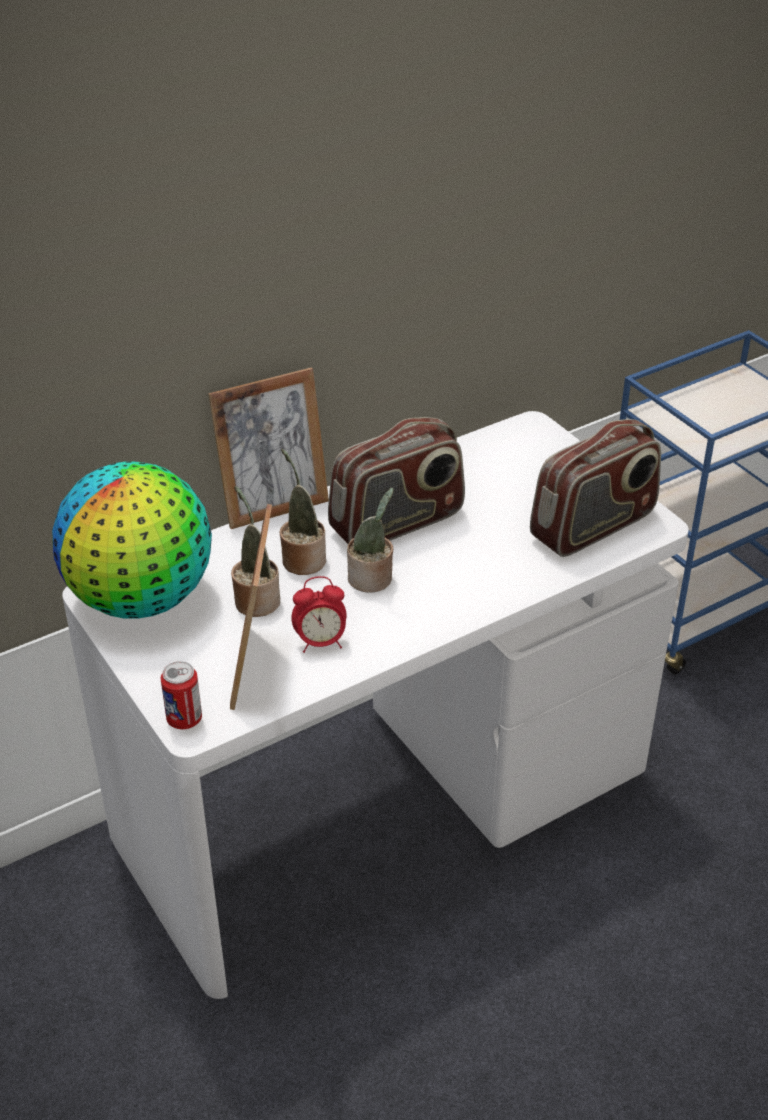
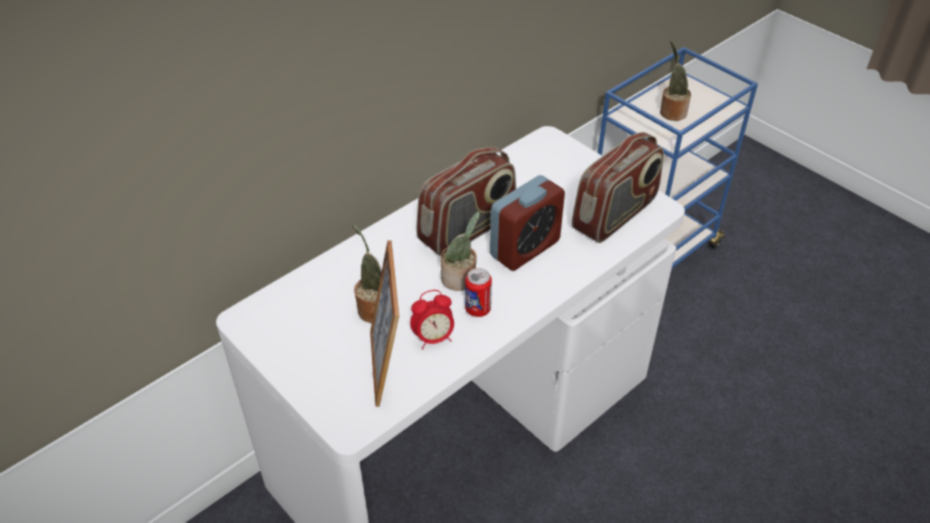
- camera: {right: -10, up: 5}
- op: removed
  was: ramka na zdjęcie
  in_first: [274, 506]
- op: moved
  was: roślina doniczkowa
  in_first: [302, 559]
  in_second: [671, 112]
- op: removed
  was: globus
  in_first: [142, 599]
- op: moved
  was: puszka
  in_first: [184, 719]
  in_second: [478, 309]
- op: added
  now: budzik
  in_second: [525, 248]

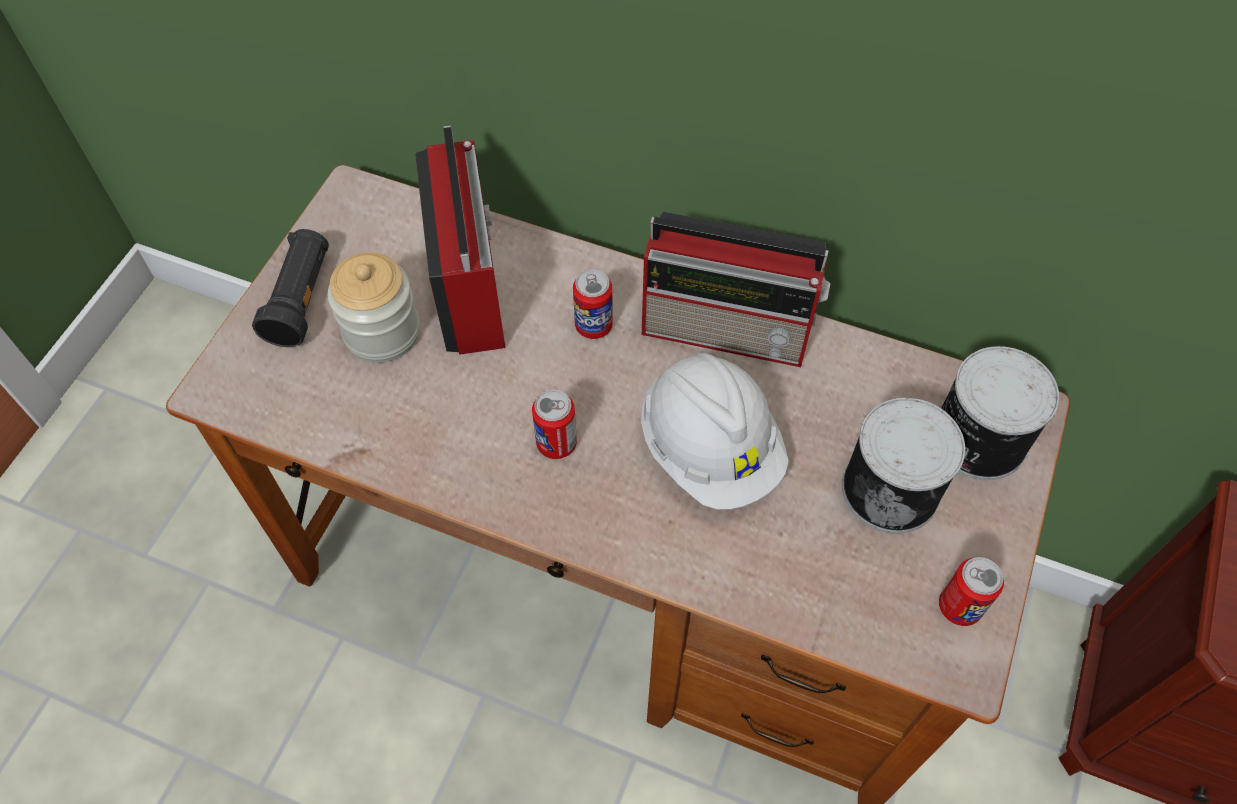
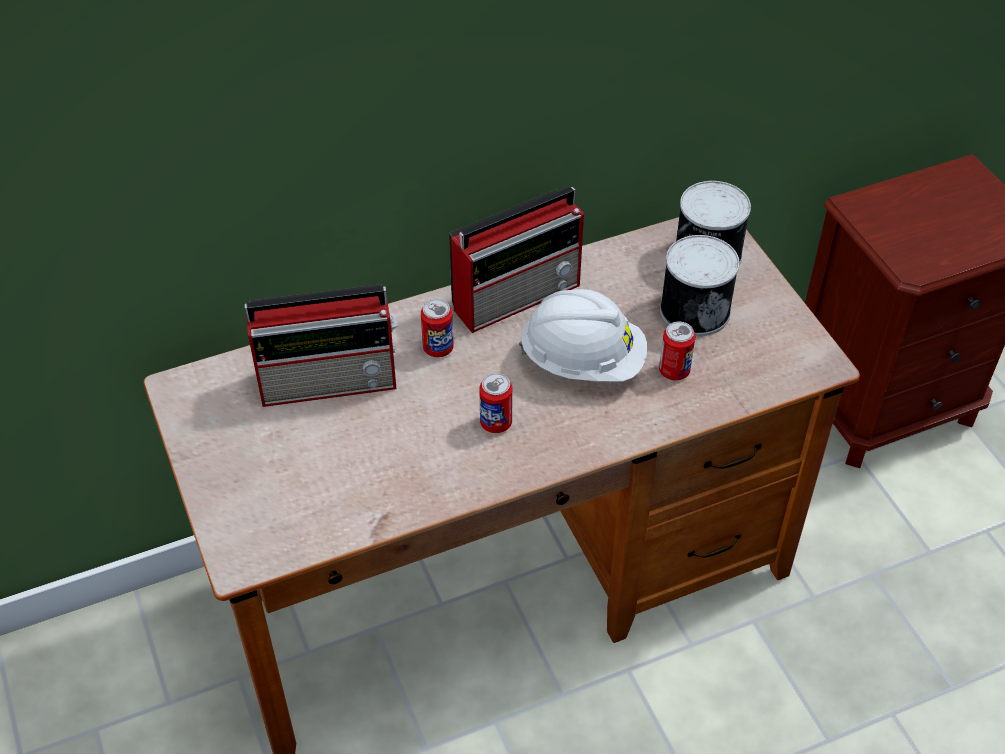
- camera: {right: -45, up: -10}
- op: turned
  was: radio
  in_first: [470, 284]
  in_second: [331, 381]
  clockwise: 135
- op: removed
  was: latarka/czarny
  in_first: [301, 299]
- op: removed
  was: słoik
  in_first: [382, 332]
- op: moved
  was: puszka
  in_first: [959, 607]
  in_second: [674, 371]

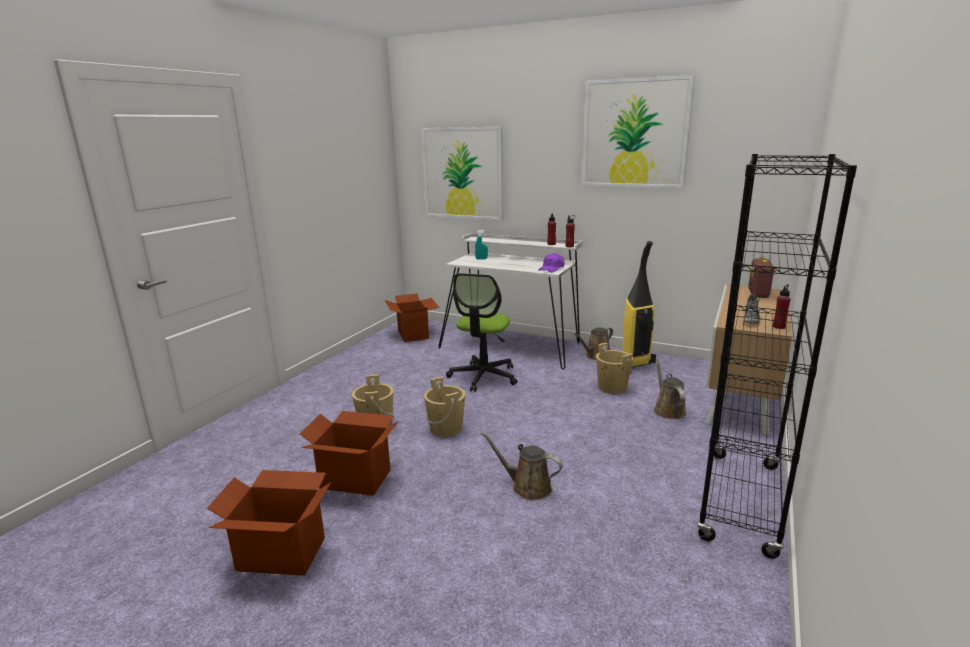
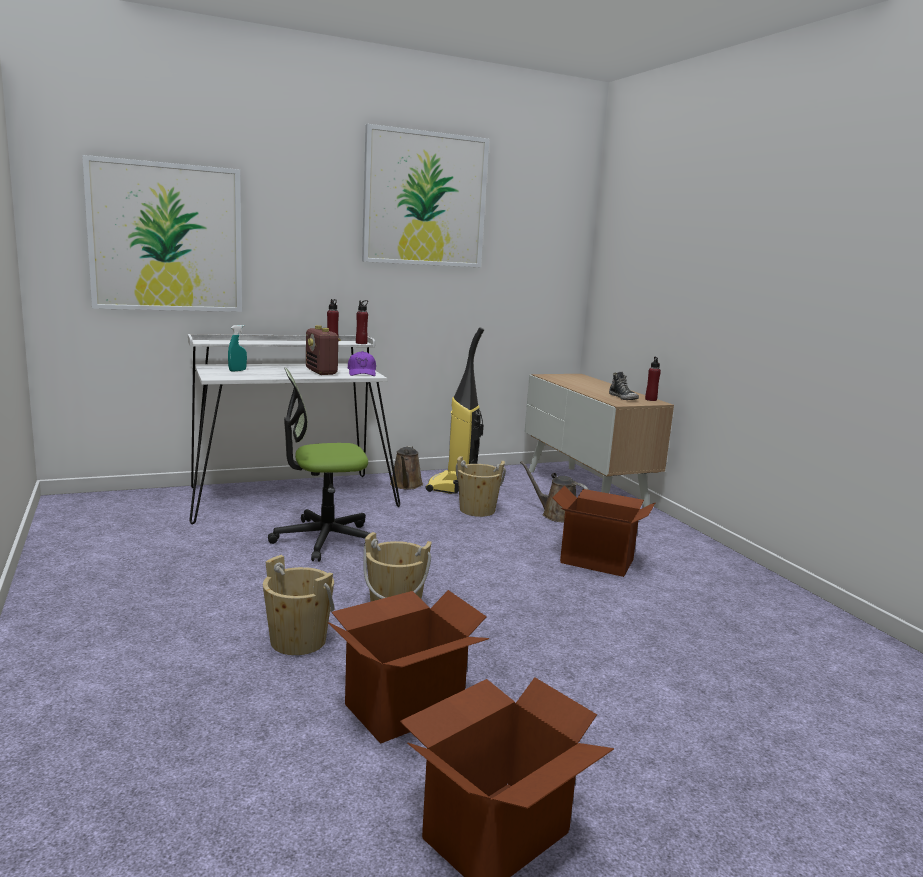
- camera: {right: -50, up: -5}
- op: removed
  was: regał/czarny
  in_first: [741, 501]
- op: moved
  was: radio
  in_first: [758, 294]
  in_second: [321, 372]
- op: turned
  was: krzesło biurowe
  in_first: [483, 376]
  in_second: [324, 539]
  clockwise: 105
- op: moved
  was: karton
  in_first: [413, 334]
  in_second: [597, 561]
- op: removed
  was: konewka/brązowy
  in_first: [527, 487]

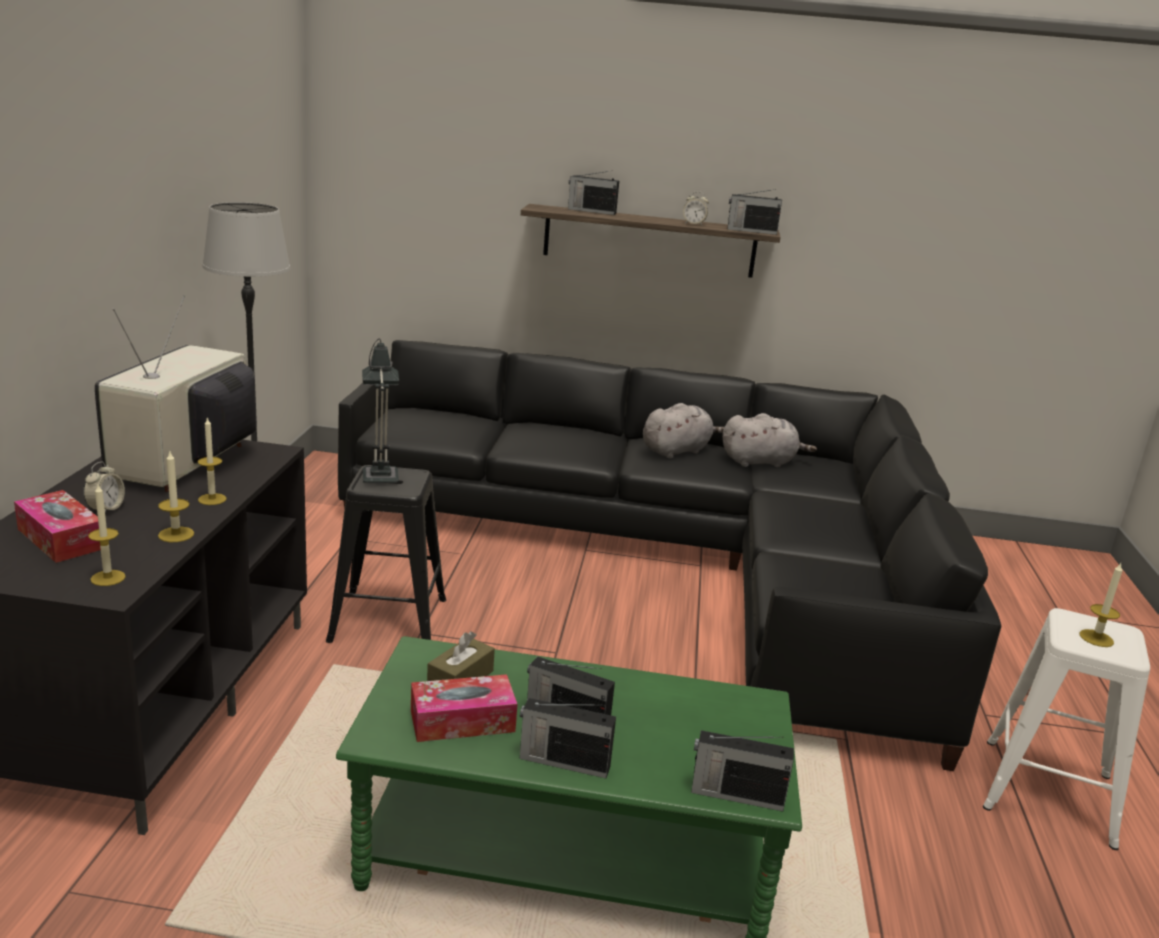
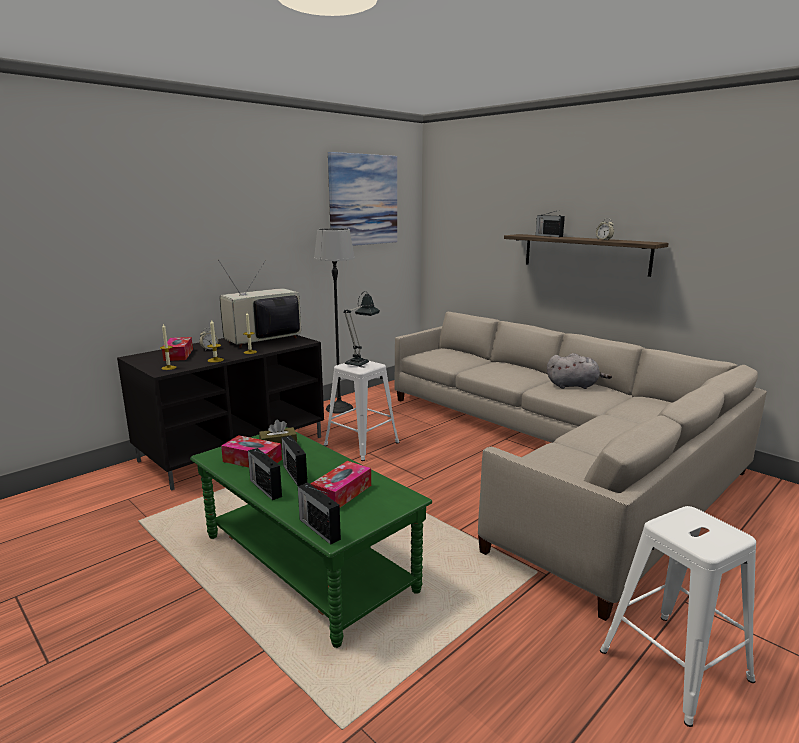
- camera: {right: 40, up: -5}
- op: removed
  was: radio
  in_first: [750, 231]
- op: recoloured
  was: kanapa/czarny
  now: kanapa/beżowy
  in_first: [678, 560]
  in_second: [558, 456]
- op: removed
  was: pluszak/szary
  in_first: [761, 462]
- op: recoloured
  was: stołek/czarny
  now: stołek/biały
  in_first: [387, 620]
  in_second: [360, 444]
- op: removed
  was: świeca
  in_first: [1096, 638]
- op: added
  now: obraz
  in_second: [363, 200]
- op: added
  now: pudełko chusteczek
  in_second: [342, 493]

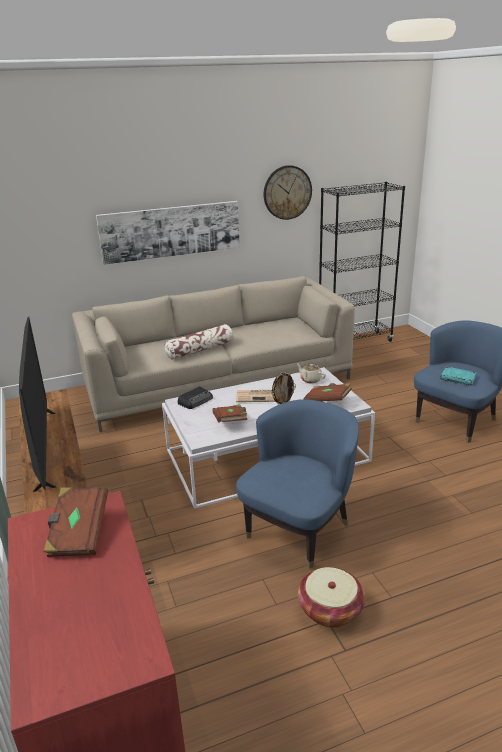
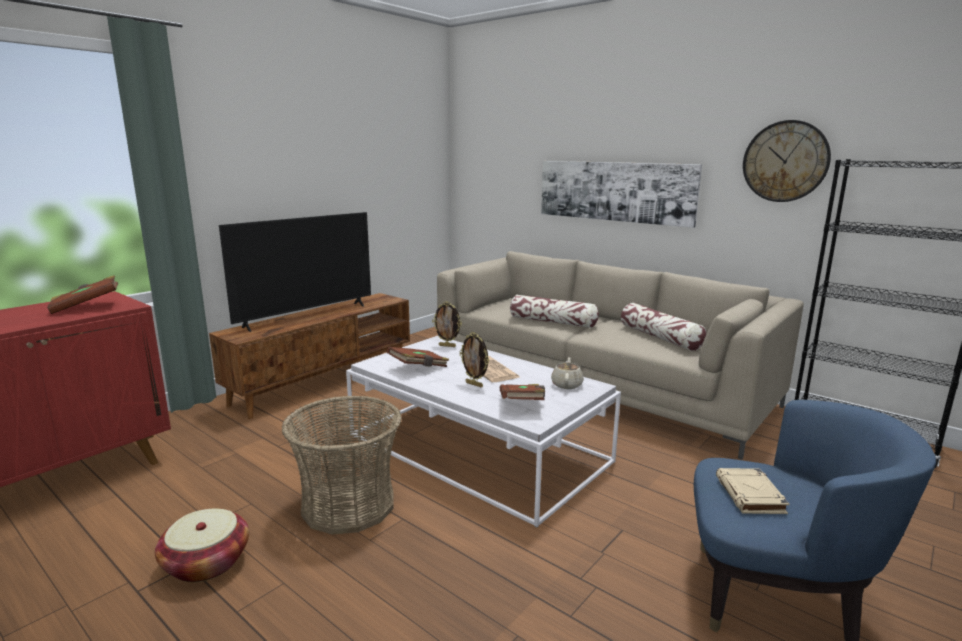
- camera: {right: 60, up: -10}
- op: recoloured
  was: książka/turkusowy
  now: książka/beżowy
  in_first: [458, 378]
  in_second: [750, 495]
- op: replaced
  was: radio
  now: ramka na zdjęcie
  in_first: [196, 400]
  in_second: [447, 346]
- op: replaced
  was: fotel/niebieski
  now: koszyk
  in_first: [299, 528]
  in_second: [348, 505]
- op: added
  now: poduszka
  in_second: [660, 337]

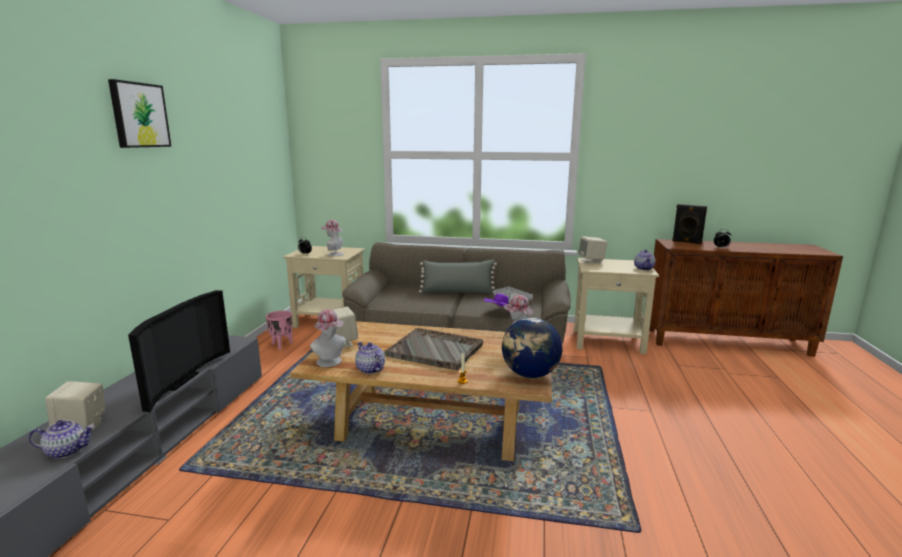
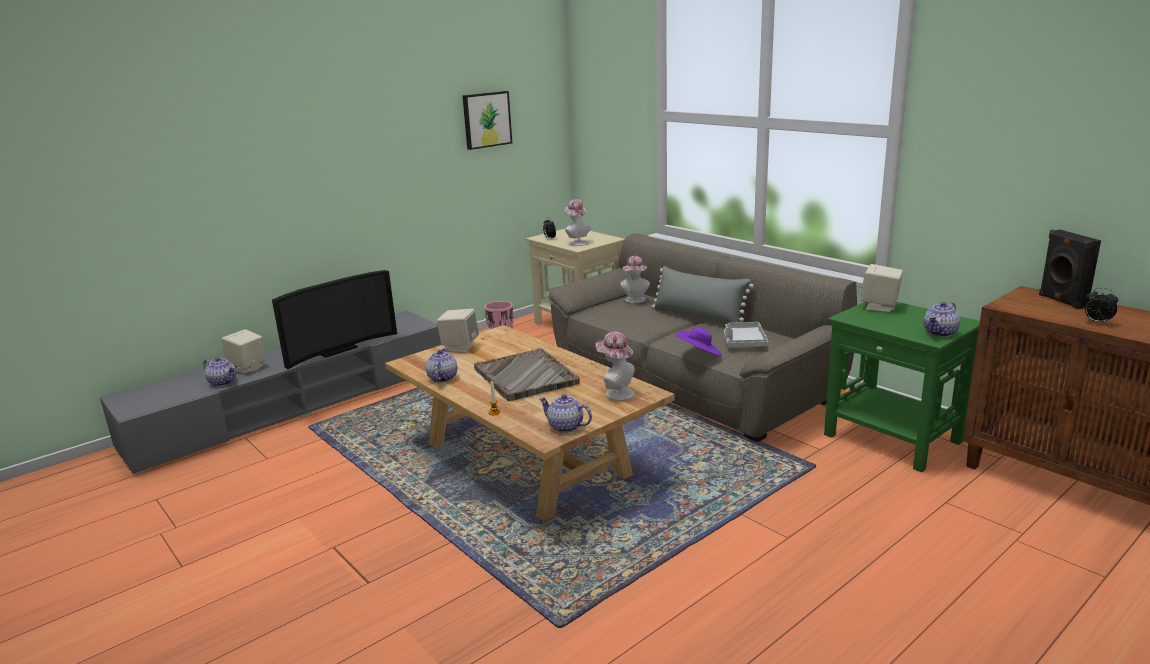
- camera: {right: 40, up: 5}
- op: moved
  was: obraz
  in_first: [139, 115]
  in_second: [486, 119]
- op: recoloured
  was: stolik/beżowy
  now: stolik/zielony
  in_first: [609, 341]
  in_second: [893, 439]
- op: moved
  was: kapelusz
  in_first: [330, 362]
  in_second: [635, 300]
- op: replaced
  was: globus
  now: imbryk
  in_first: [530, 374]
  in_second: [565, 427]

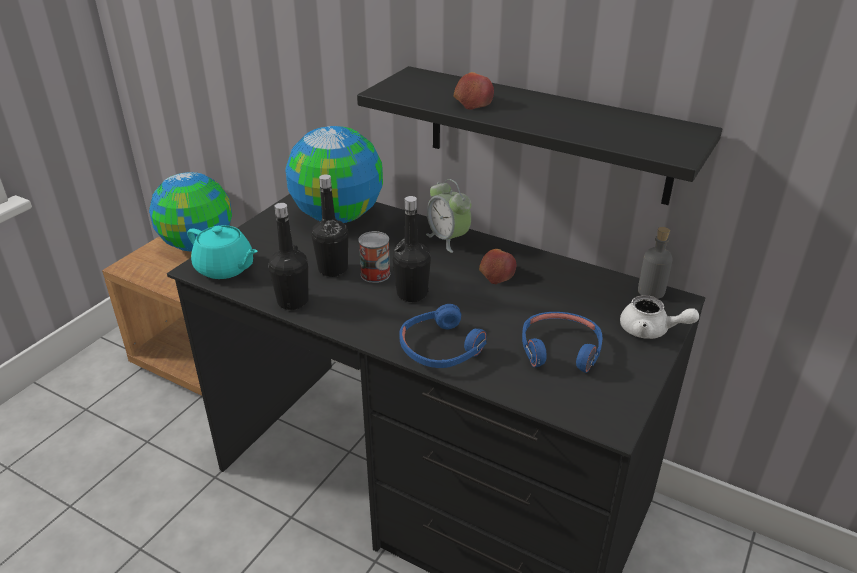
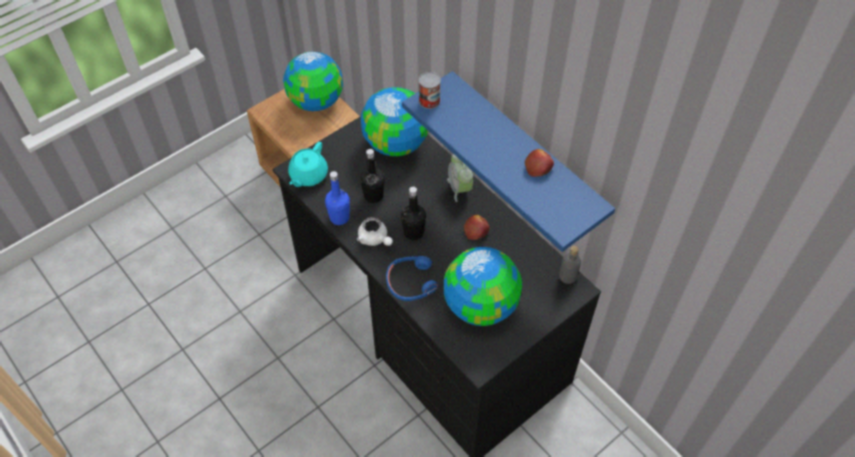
- camera: {right: 20, up: 20}
- op: recoloured
  was: półka/czarny
  now: półka/niebieski
  in_first: [547, 134]
  in_second: [526, 155]
- op: moved
  was: jabłko
  in_first: [473, 102]
  in_second: [538, 166]
- op: recoloured
  was: butelka/czarny
  now: butelka/niebieski
  in_first: [293, 301]
  in_second: [339, 217]
- op: turned
  was: imbryk/turkusowy
  in_first: [225, 268]
  in_second: [308, 175]
  clockwise: 60
- op: moved
  was: puszka
  in_first: [375, 274]
  in_second: [429, 101]
- op: moved
  was: imbryk/biały
  in_first: [650, 331]
  in_second: [375, 239]
- op: replaced
  was: słuchawki/niebieski
  now: globus
  in_first: [560, 349]
  in_second: [481, 305]

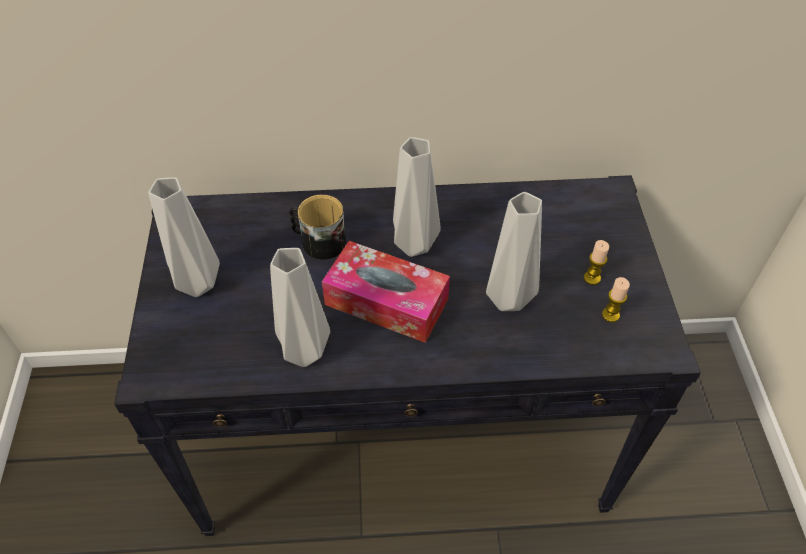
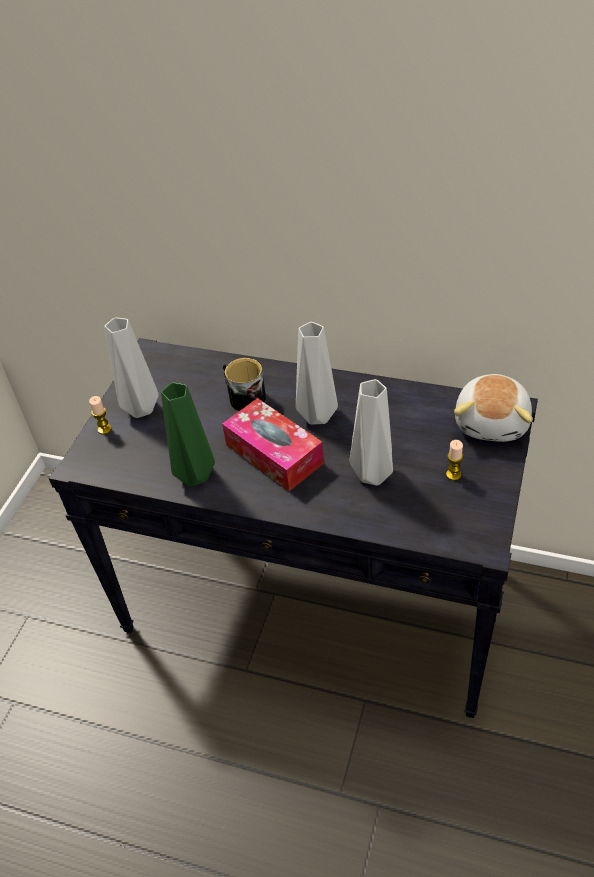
- camera: {right: 25, up: -5}
- op: recoloured
  was: wazon/szary
  now: wazon/zielony
  in_first: [306, 354]
  in_second: [195, 477]
- op: moved
  was: świeca
  in_first: [610, 315]
  in_second: [104, 429]
- op: added
  now: pluszak
  in_second: [493, 422]

